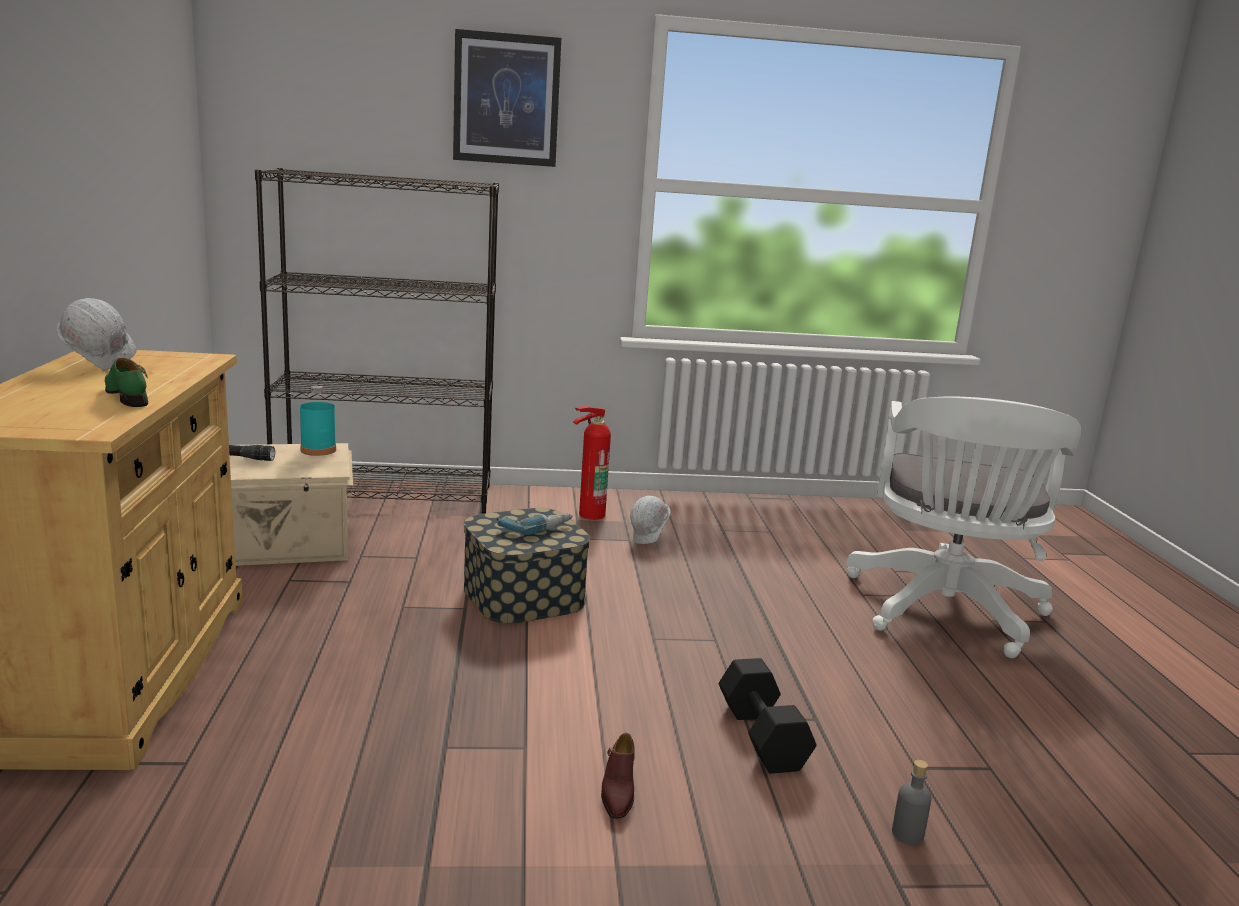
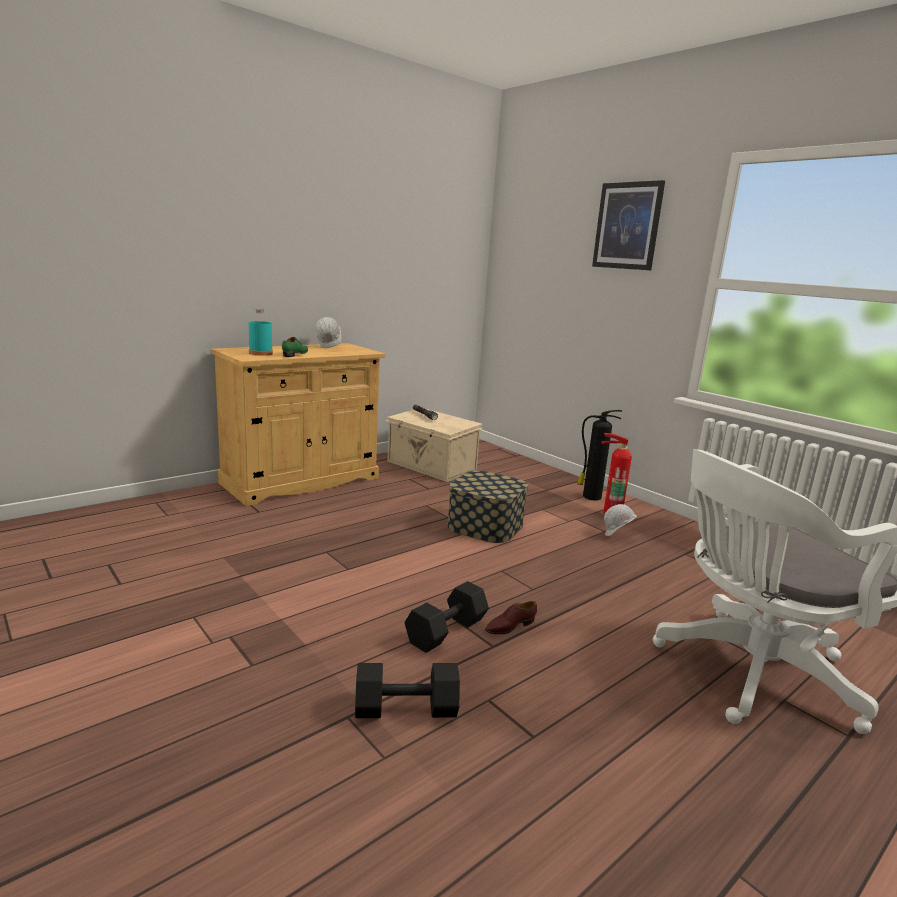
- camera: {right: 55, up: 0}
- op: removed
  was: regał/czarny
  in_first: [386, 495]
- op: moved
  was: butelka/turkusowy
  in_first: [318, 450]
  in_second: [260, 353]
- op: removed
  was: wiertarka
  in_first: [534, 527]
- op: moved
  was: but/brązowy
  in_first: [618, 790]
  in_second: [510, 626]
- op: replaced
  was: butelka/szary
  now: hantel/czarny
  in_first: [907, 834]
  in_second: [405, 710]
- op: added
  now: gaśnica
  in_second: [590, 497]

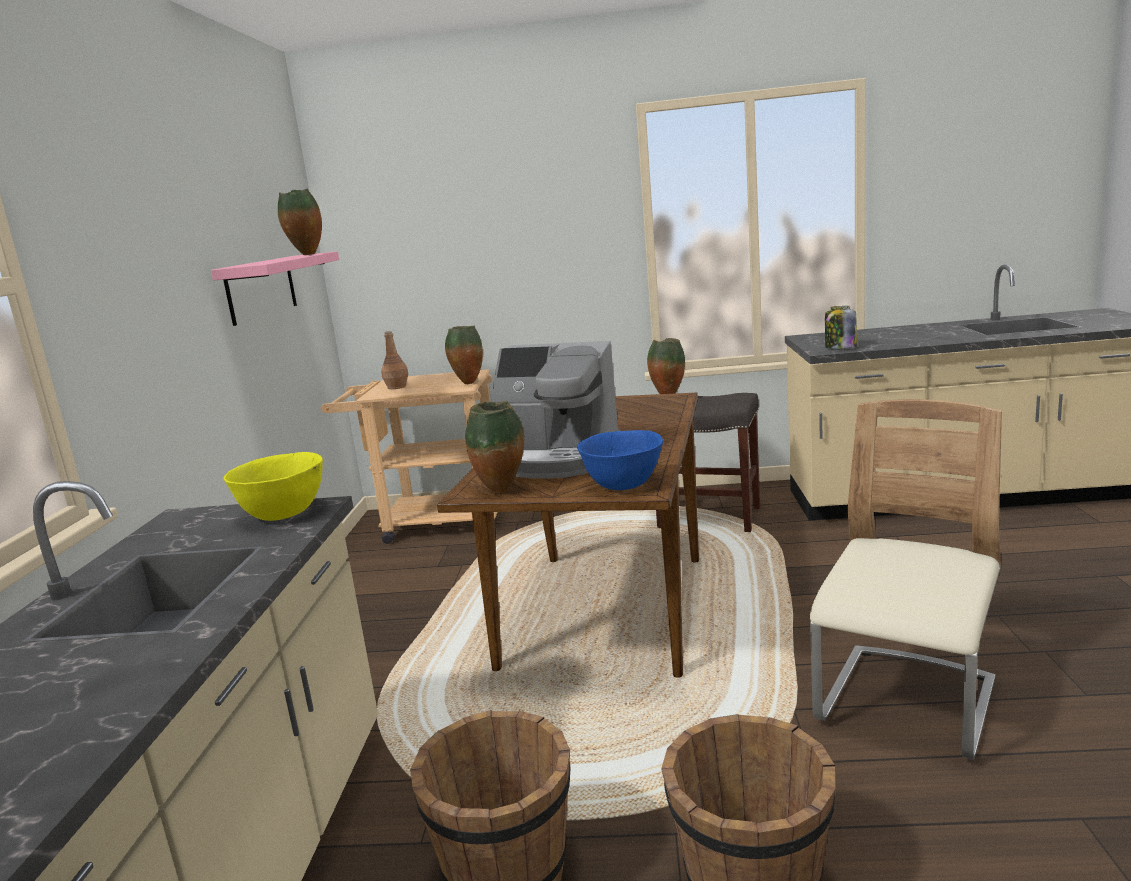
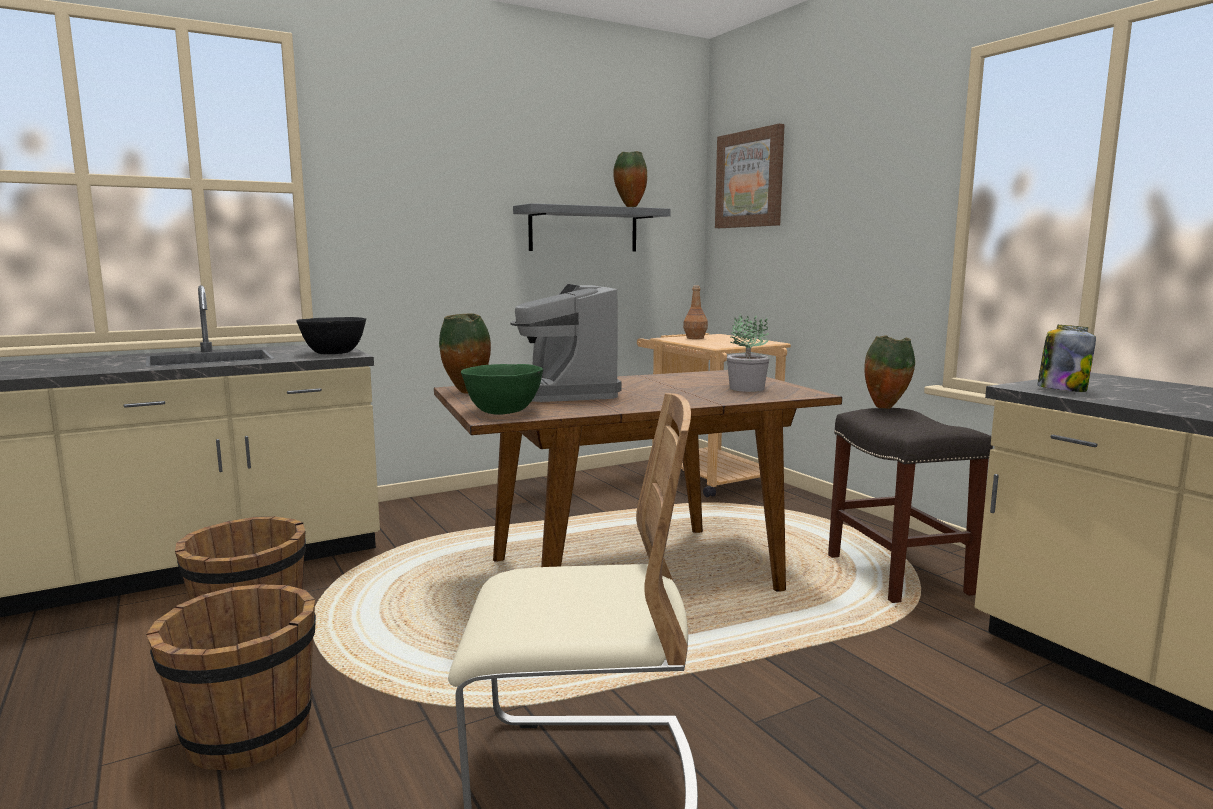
- camera: {right: 55, up: -5}
- op: recoloured
  was: półka/różowy
  now: półka/szary
  in_first: [261, 288]
  in_second: [584, 229]
- op: removed
  was: wazon
  in_first: [468, 383]
- op: recoloured
  was: miska/niebieski
  now: miska/zielony
  in_first: [623, 484]
  in_second: [504, 412]
- op: recoloured
  was: miska/żółty
  now: miska/czarny
  in_first: [284, 514]
  in_second: [334, 353]
- op: added
  now: obraz
  in_second: [750, 179]
- op: added
  now: roślina doniczkowa
  in_second: [747, 388]

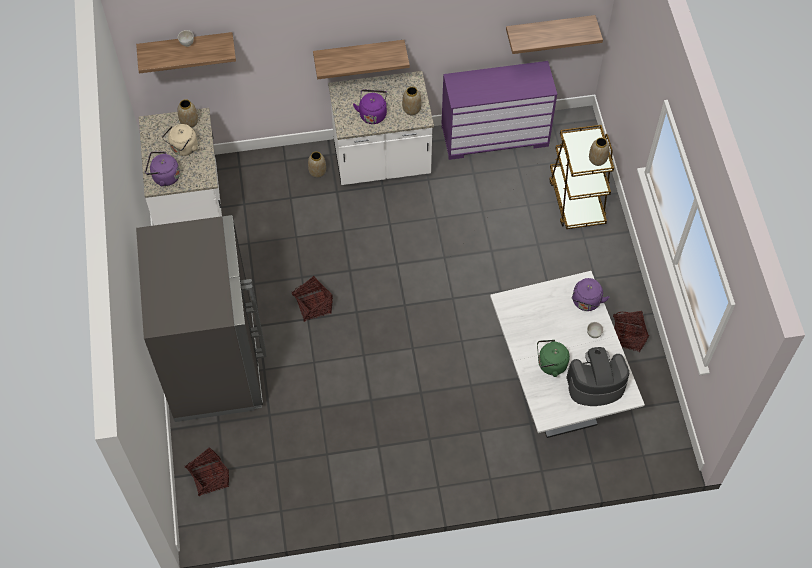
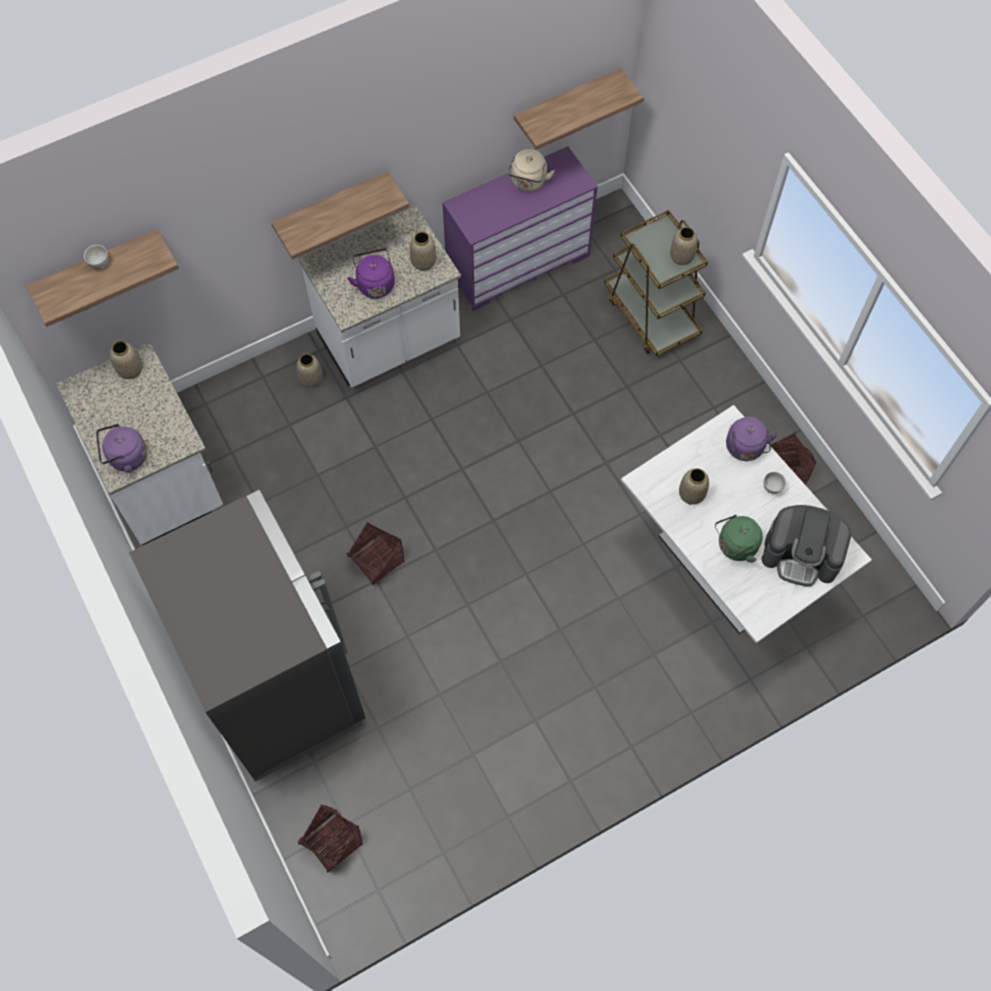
- camera: {right: -20, up: 5}
- op: moved
  was: czajnik/beżowy
  in_first: [183, 148]
  in_second: [528, 182]
- op: turned
  was: ekspres do kawy
  in_first: [595, 385]
  in_second: [801, 554]
  clockwise: -135
- op: added
  now: wazon
  in_second: [692, 494]

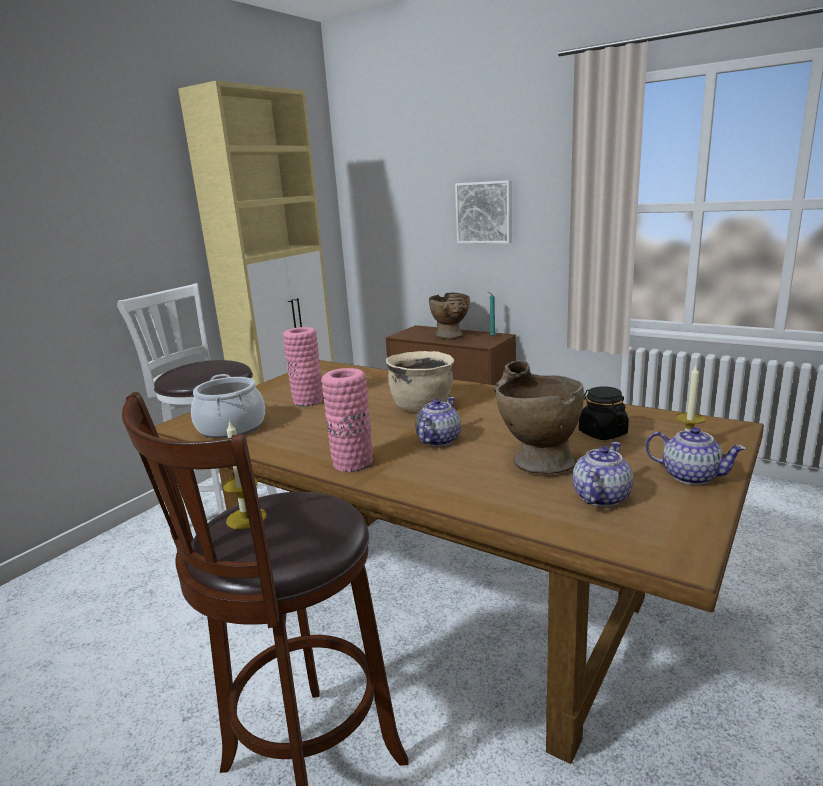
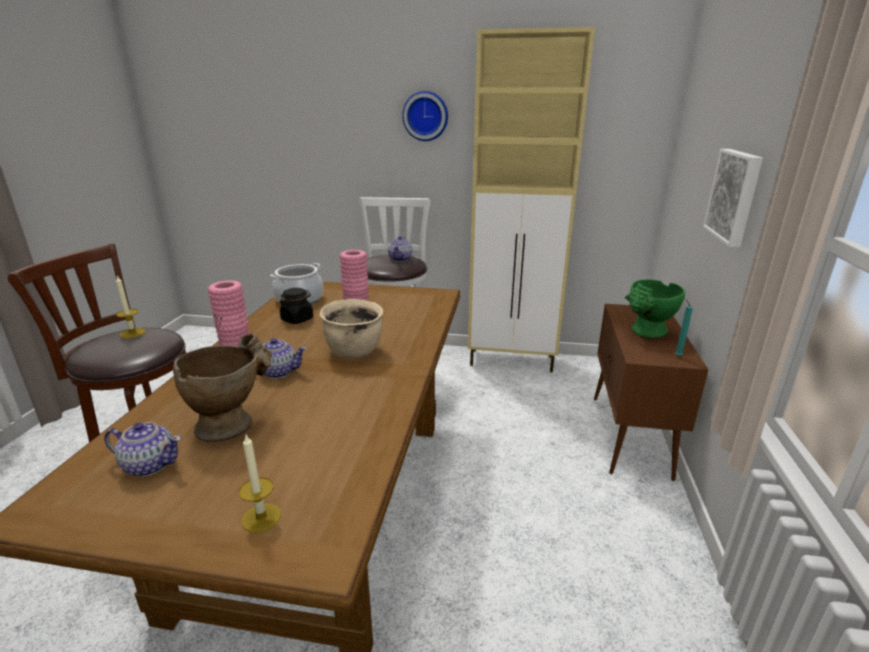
- camera: {right: 65, up: 5}
- op: recoloured
  was: wazon/beżowy
  now: wazon/zielony
  in_first: [451, 336]
  in_second: [646, 333]
- op: moved
  was: słoik/czarny
  in_first: [602, 433]
  in_second: [297, 319]
- op: moved
  was: imbryk
  in_first: [690, 476]
  in_second: [400, 259]
- op: added
  now: zegar ścienny
  in_second: [425, 116]

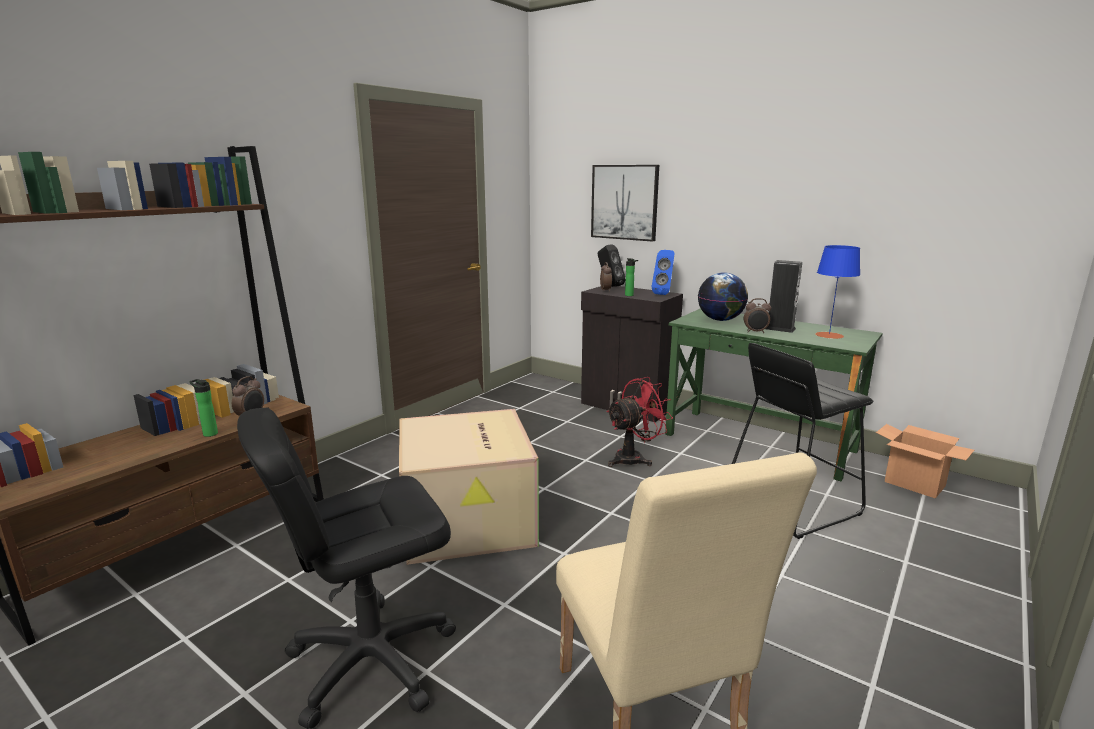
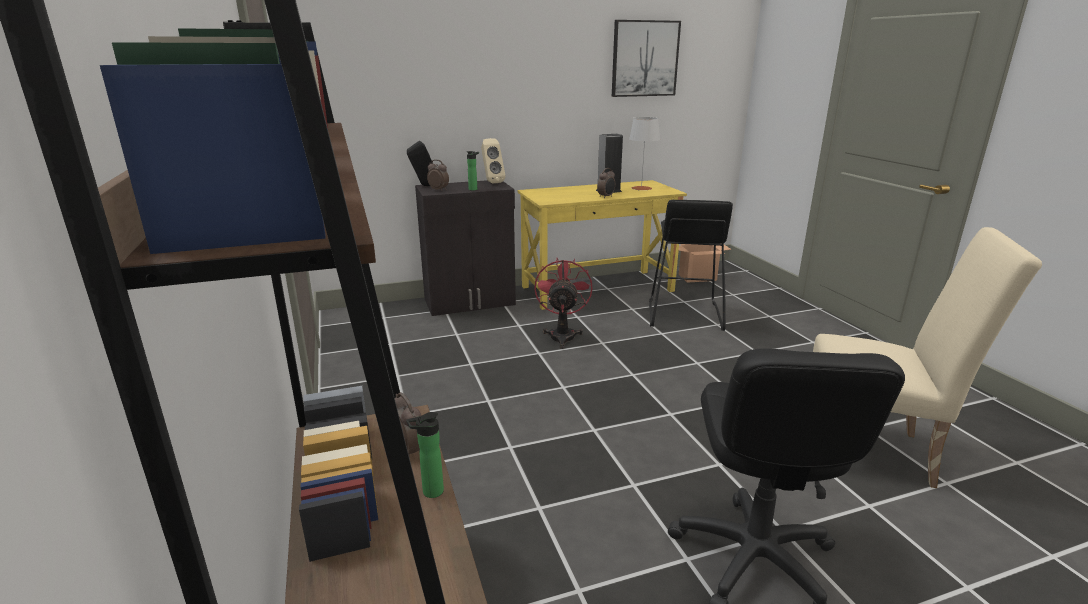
- camera: {right: -55, up: 5}
- op: moved
  was: obraz
  in_first: [624, 202]
  in_second: [644, 59]
- op: recoloured
  was: lampa stołowa/niebieski
  now: lampa stołowa/szary
  in_first: [829, 335]
  in_second: [641, 188]
- op: recoloured
  was: głośnik/niebieski
  now: głośnik/beżowy
  in_first: [663, 294]
  in_second: [491, 182]
- op: removed
  was: globus
  in_first: [720, 320]
- op: recoloured
  was: biurko/zielony
  now: biurko/żółty
  in_first: [759, 442]
  in_second: [597, 289]
- op: removed
  was: karton
  in_first: [469, 520]

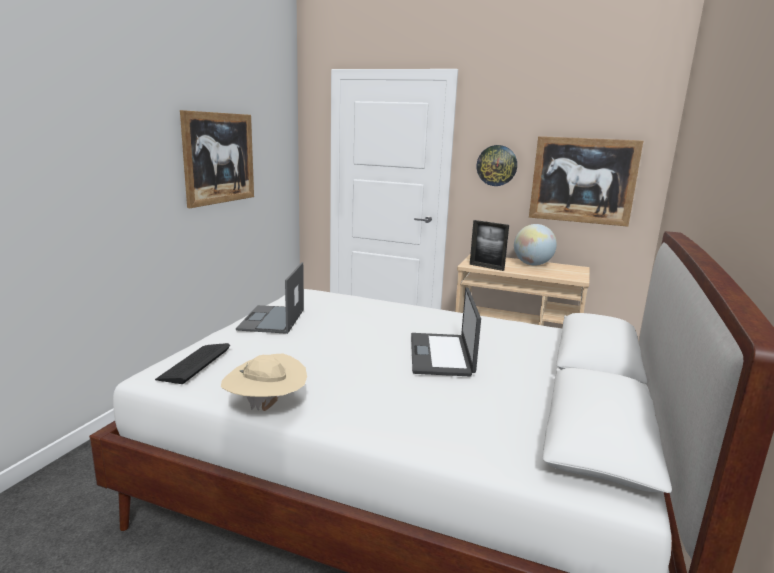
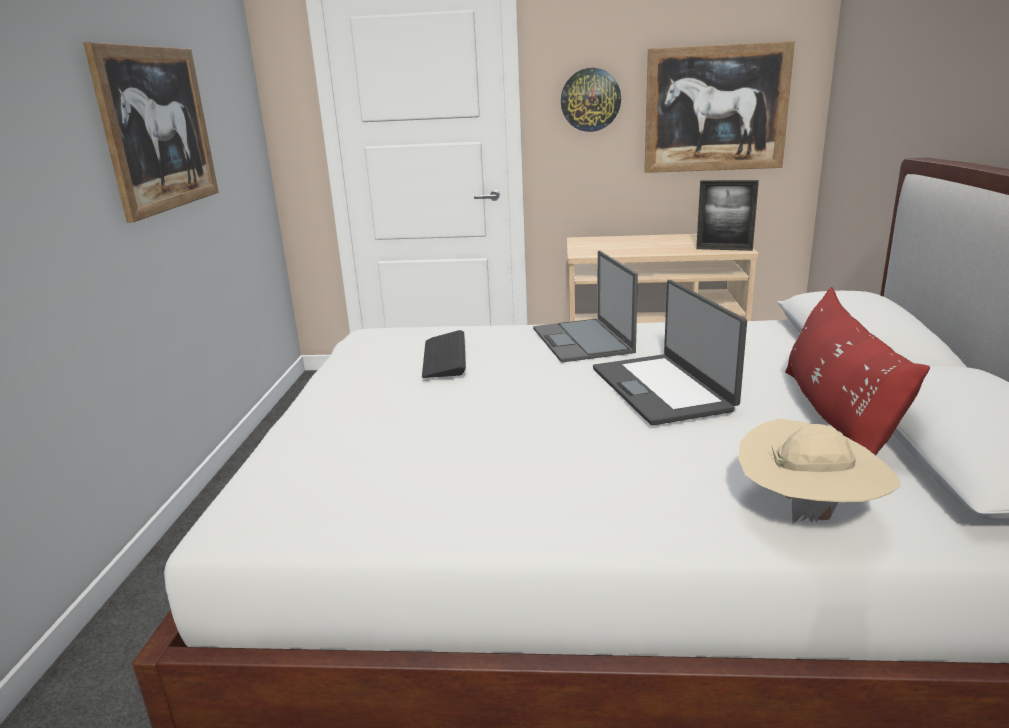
- camera: {right: -15, up: 5}
- op: moved
  was: ramka na zdjęcie
  in_first: [486, 267]
  in_second: [724, 249]
- op: removed
  was: globus
  in_first: [532, 264]
- op: moved
  was: laptop
  in_first: [272, 320]
  in_second: [583, 341]
- op: moved
  was: klawiatura
  in_first: [194, 364]
  in_second: [444, 356]
- op: moved
  was: kapelusz/beżowy
  in_first: [266, 408]
  in_second: [808, 515]
- op: added
  now: poduszka/czerwony
  in_second: [836, 416]

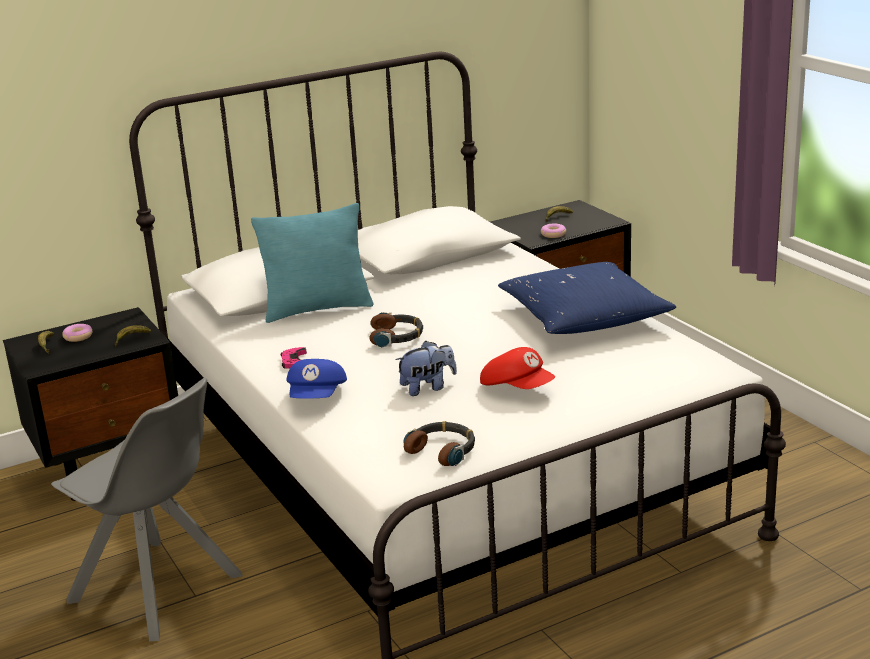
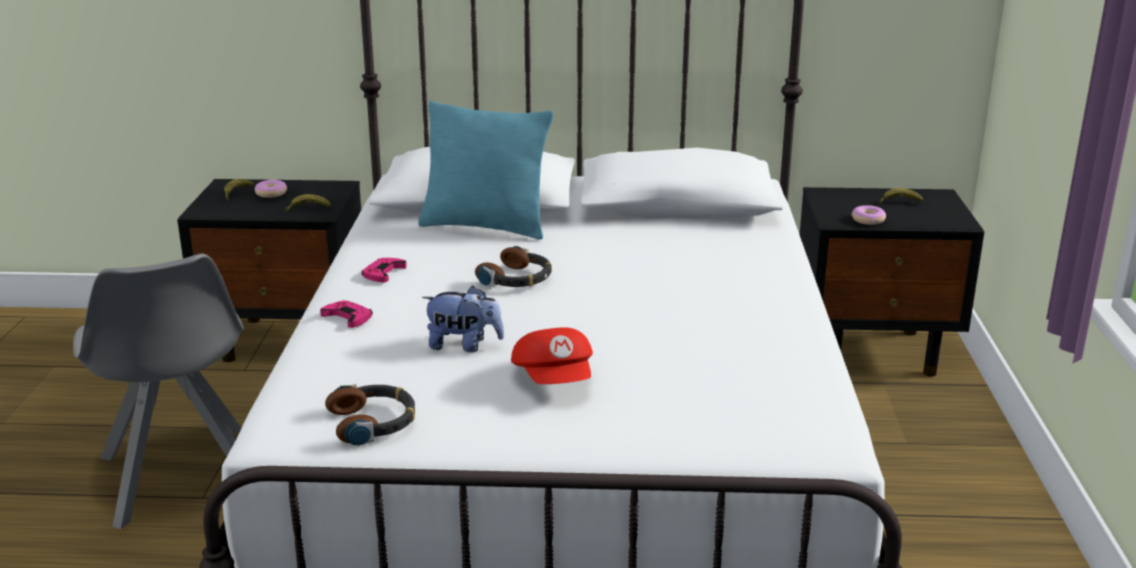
- camera: {right: 30, up: 0}
- op: removed
  was: poduszka/niebieski
  in_first: [584, 317]
- op: replaced
  was: czapka z daszkiem/niebieski
  now: pad do gier/różowy
  in_first: [318, 397]
  in_second: [348, 317]

